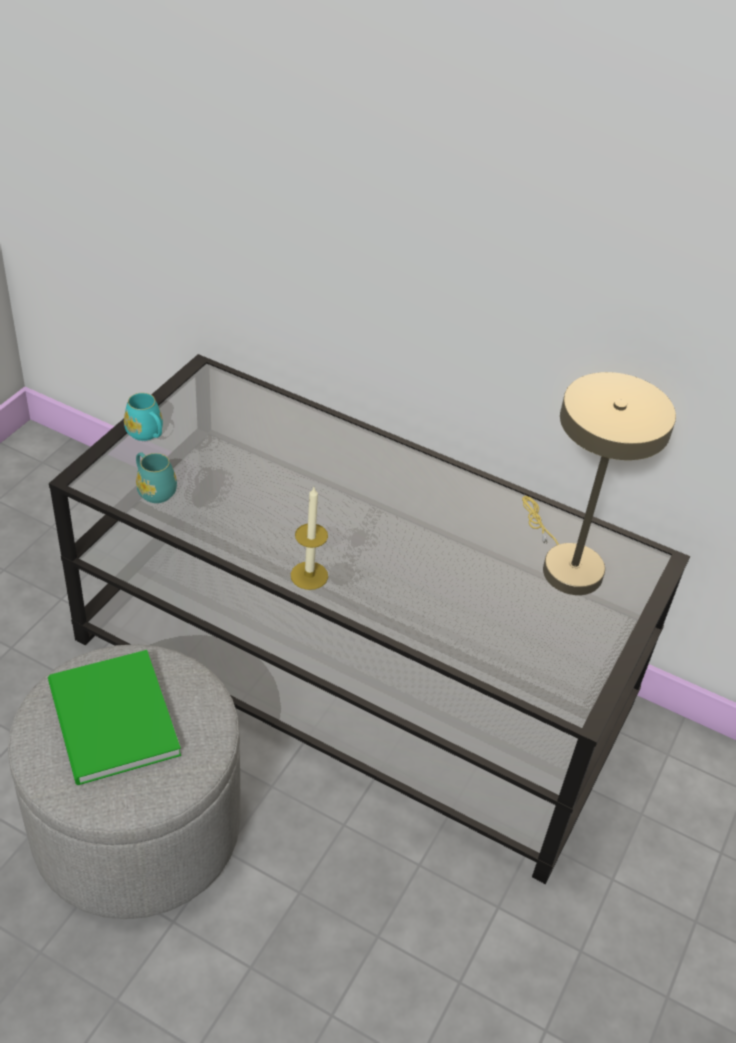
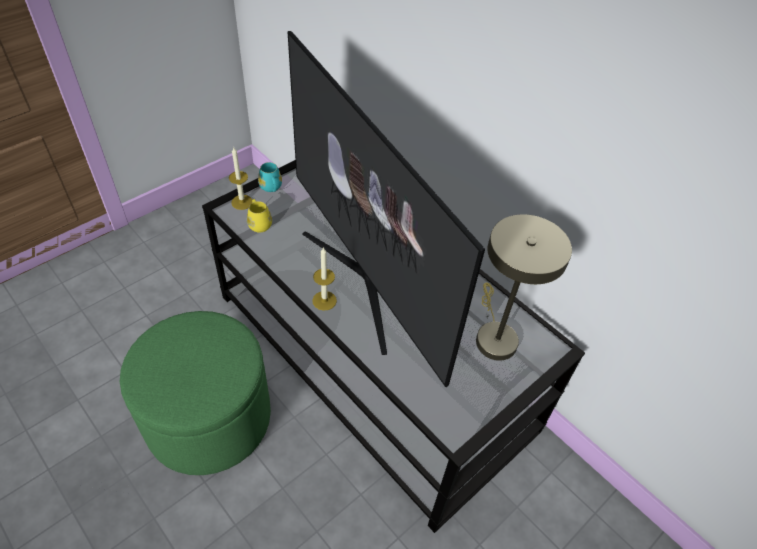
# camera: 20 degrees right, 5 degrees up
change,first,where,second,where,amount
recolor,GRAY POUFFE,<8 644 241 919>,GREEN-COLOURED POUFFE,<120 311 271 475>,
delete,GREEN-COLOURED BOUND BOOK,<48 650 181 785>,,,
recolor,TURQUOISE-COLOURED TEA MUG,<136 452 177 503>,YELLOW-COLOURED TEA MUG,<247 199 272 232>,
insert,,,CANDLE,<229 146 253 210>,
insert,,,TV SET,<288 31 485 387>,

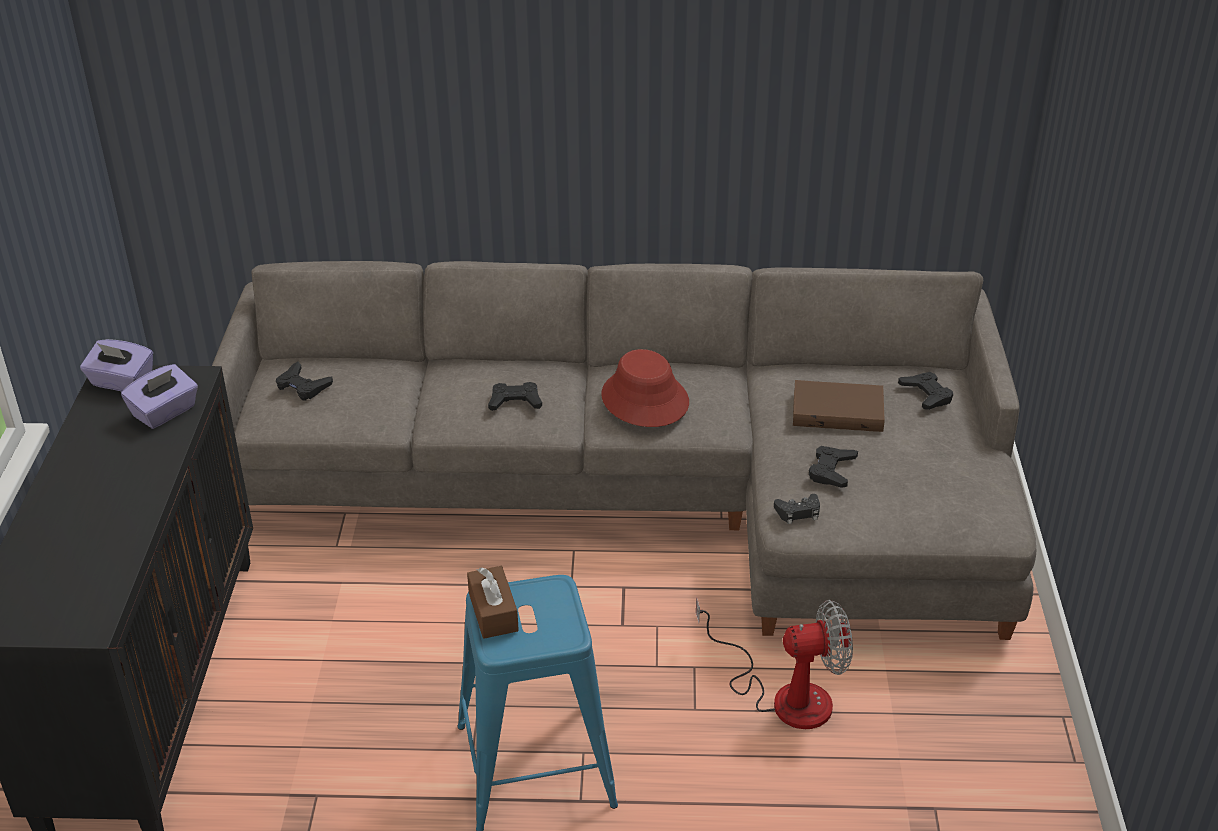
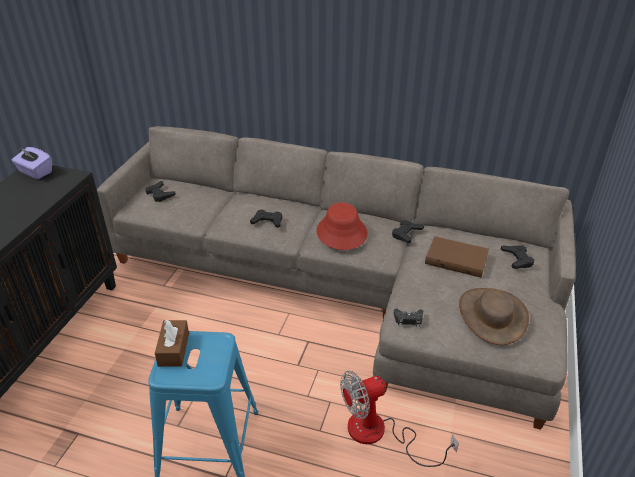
# camera: 15 degrees right, 0 degrees up
change,first,where,second,where,amount
delete,PURPLE TISSUE BOX,<121 364 198 429>,,,
rotate,COOLING FAN,<696 597 853 729>,,<340 371 459 467>,150 degrees clockwise
move,BLACK-COLOURED GAMEPAD,<809 446 858 488>,,<392 220 424 243>,
insert,,,BROWN-COLOURED CLOTHING HAT,<459 288 529 345>,

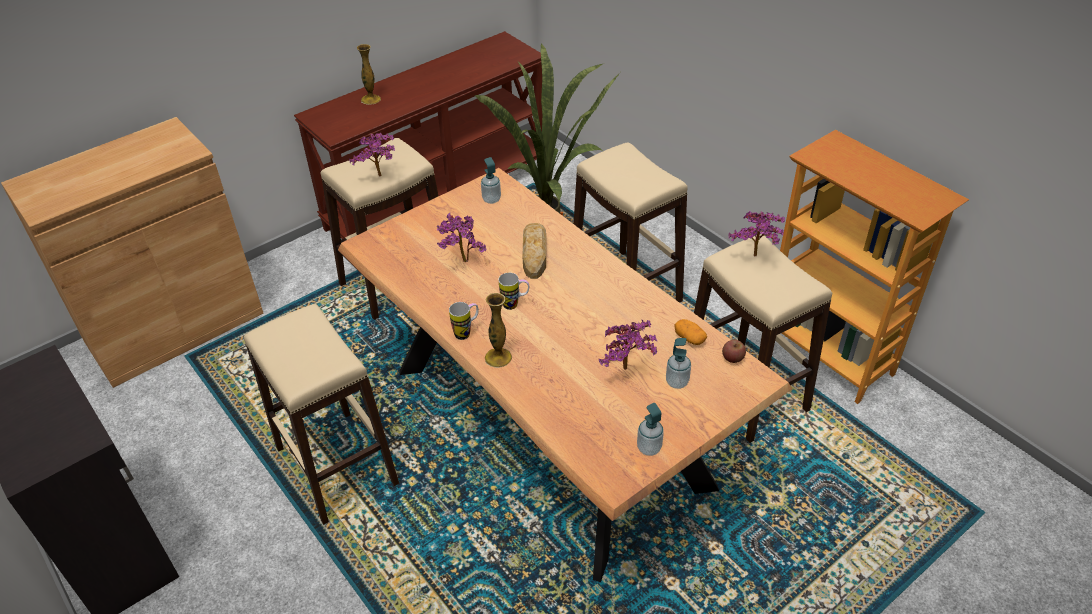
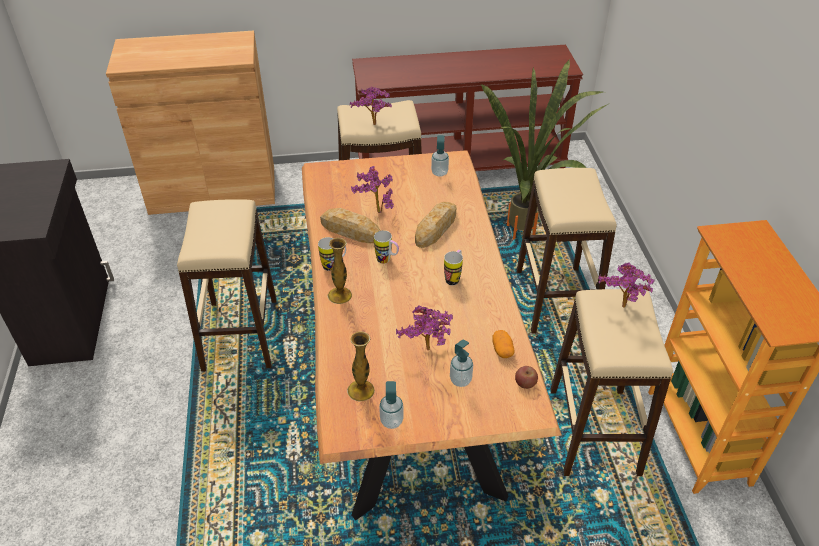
# camera: 30 degrees right, 0 degrees up
change,first,where,second,where,amount
move,DECORATIVE VASE,<357 44 381 105>,,<347 331 375 402>,
insert,,,BAKED BREAD,<320 208 381 243>,
insert,,,TEA MUG,<444 250 463 285>,

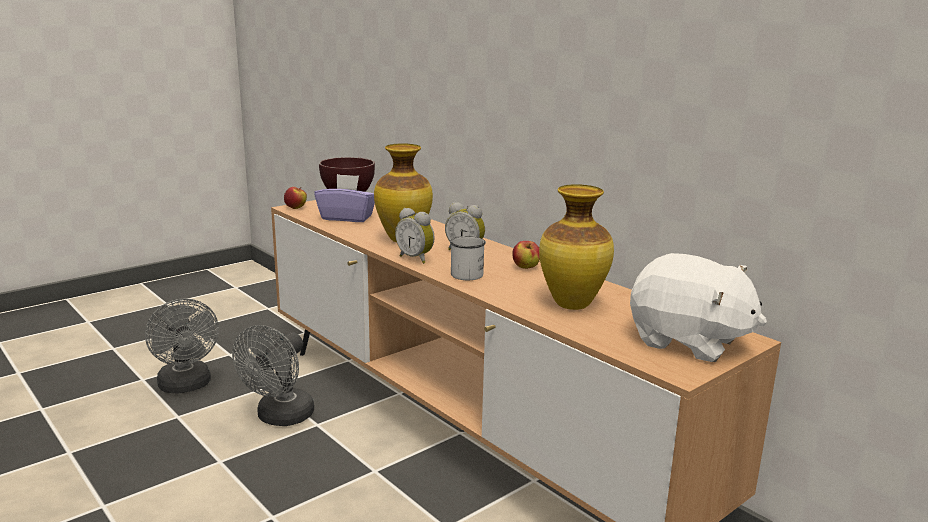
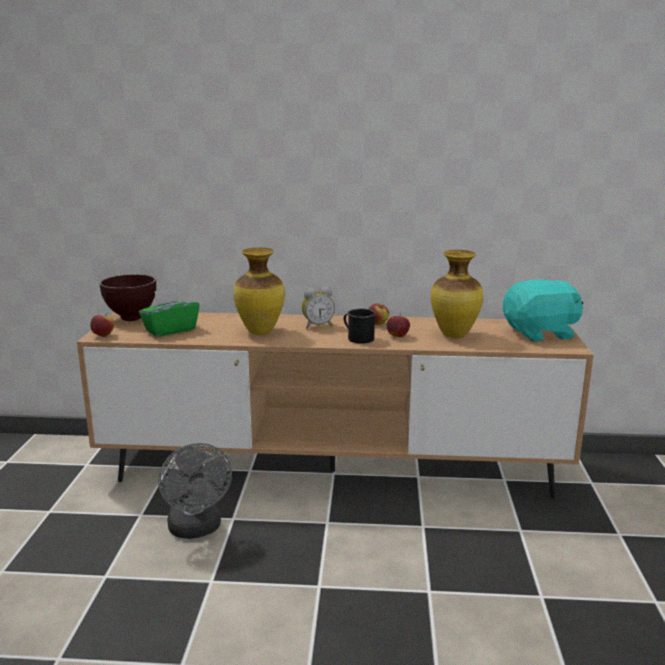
# camera: 45 degrees left, 0 degrees up
change,first,where,second,where,amount
delete,GRAY COOLING FAN,<145 298 219 393>,,,
recolor,PURPLE TISSUE BOX,<314 174 375 222>,GREEN-COLOURED TISSUE BOX,<139 288 200 337>,
delete,TABLE CLOCK,<395 208 435 264>,,,
recolor,WHITISH TEA MUG,<450 236 486 280>,BLACK-COLOURED TEA MUG,<344 308 376 344>,
recolor,WHITISH CUDDLY TOY,<630 253 767 362>,TURQUOISE-COLOURED CUDDLY TOY,<503 279 583 342>,
insert,,,WHOLE APPLE,<387 314 410 337>,

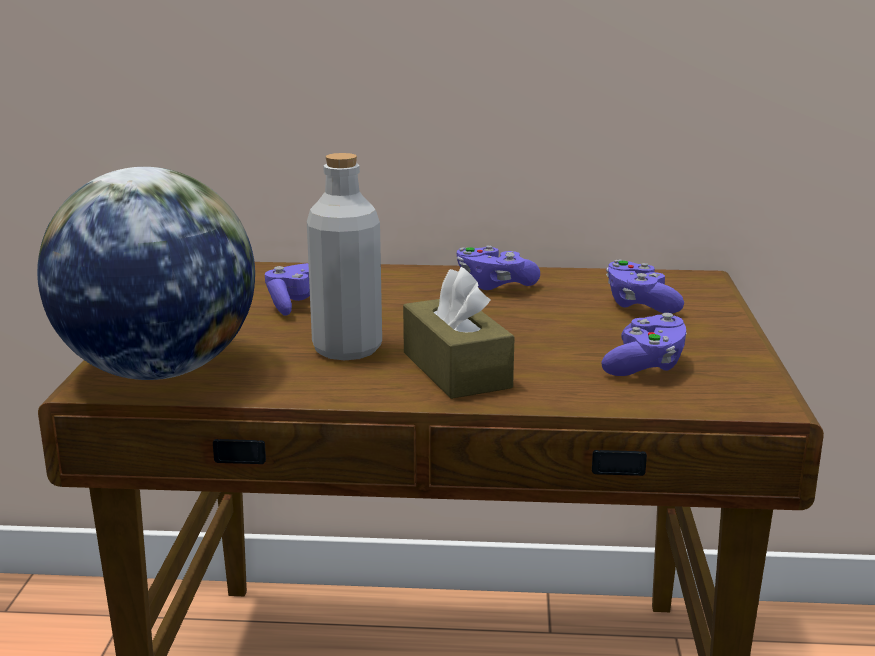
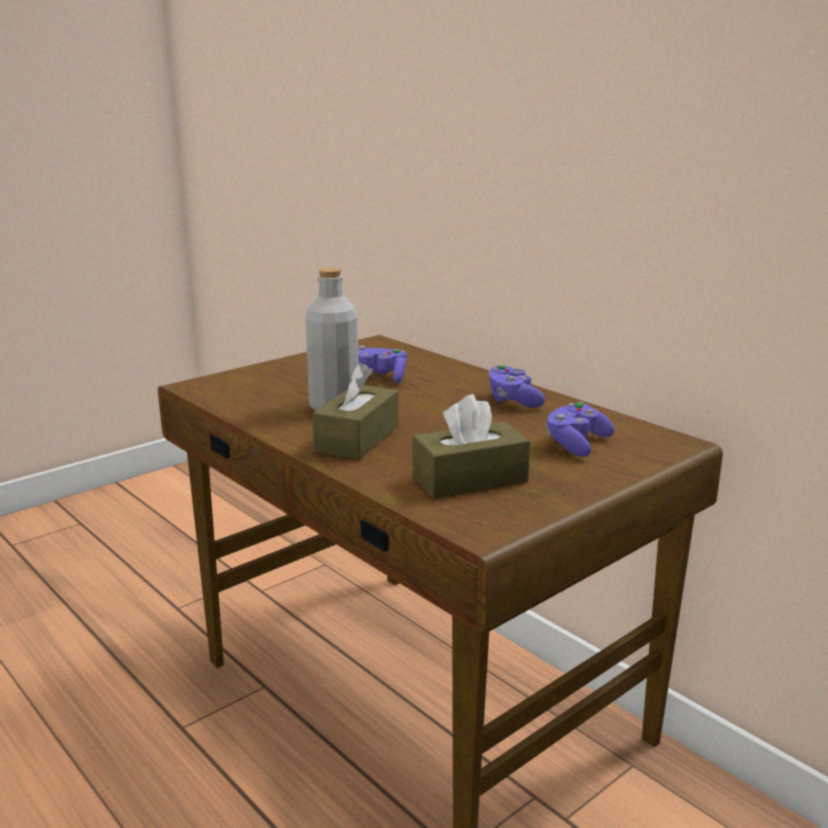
# camera: 45 degrees right, 0 degrees up
change,first,where,second,where,amount
delete,DESK GLOBE,<37 167 255 380>,,,
replace,PURPLE GAMEPAD,<602 313 687 376>,BROWN-COLOURED TISSUE BOX,<413 394 530 499>,

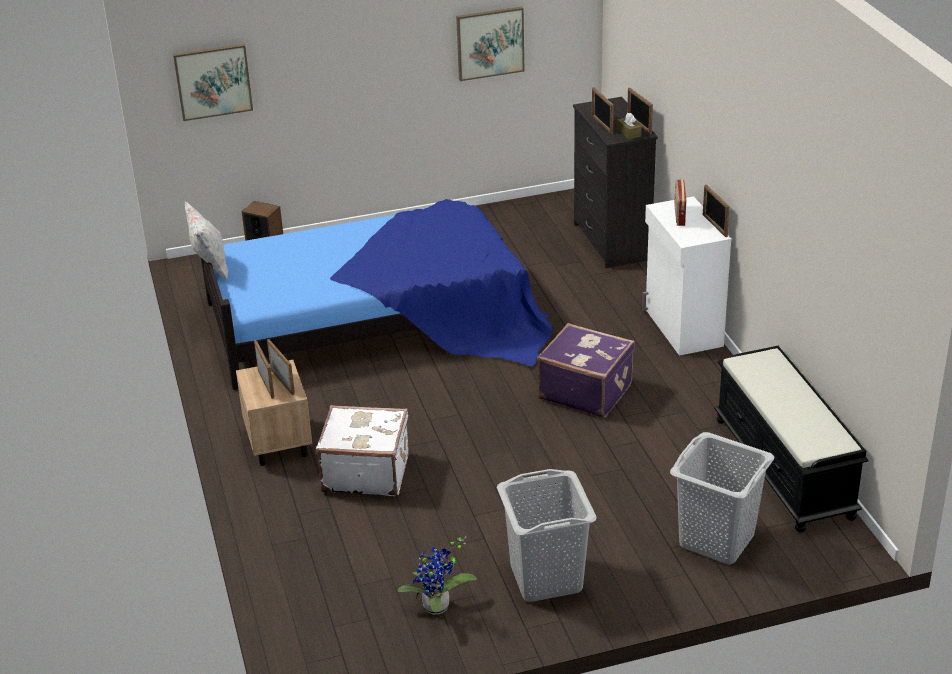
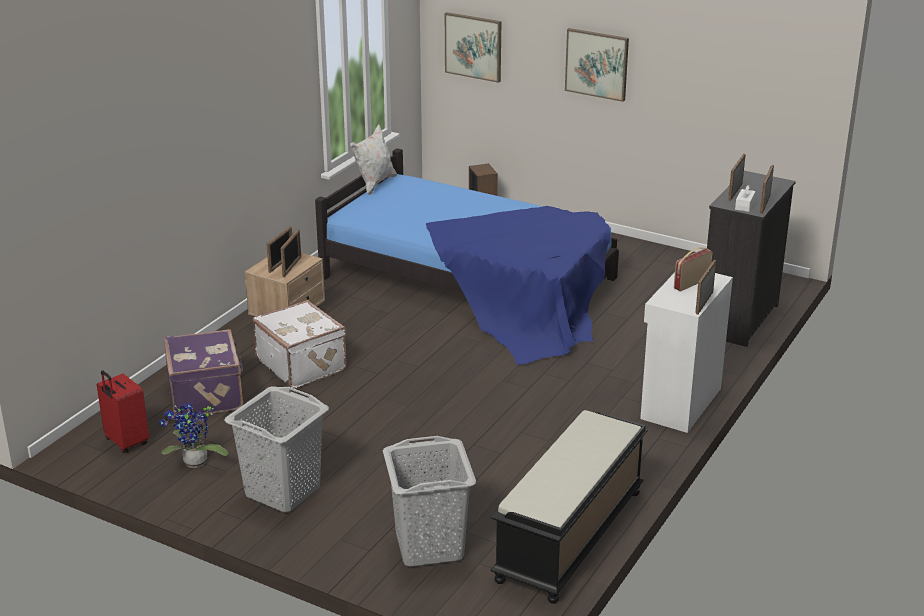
# camera: 45 degrees right, 5 degrees down
change,first,where,second,where,amount
move,WALL PICTURE,<456 6 524 81>,,<565 28 629 102>,
move,PURPLE PIECE OF LUGGAGE,<537 323 635 418>,,<164 329 243 416>,
recolor,BROWN-COLOURED TISSUE BOX,<617 113 642 140>,WHITISH TISSUE BOX,<735 185 756 212>,
insert,,,REDDISH PIECE OF LUGGAGE,<97 370 149 453>,

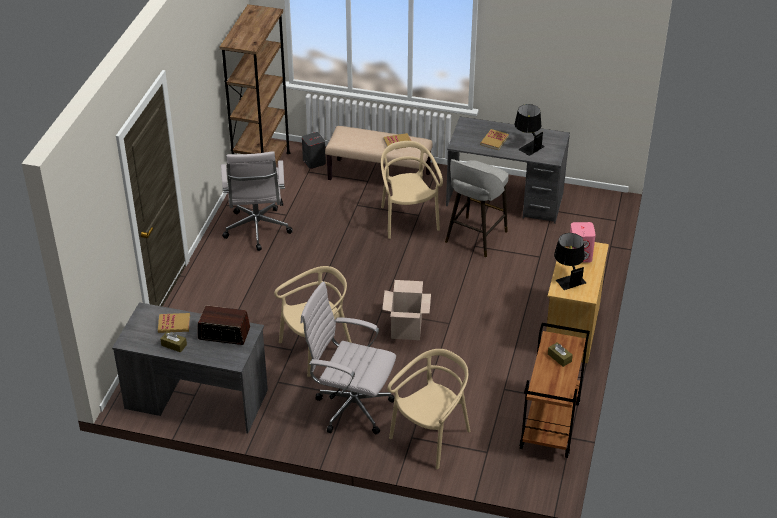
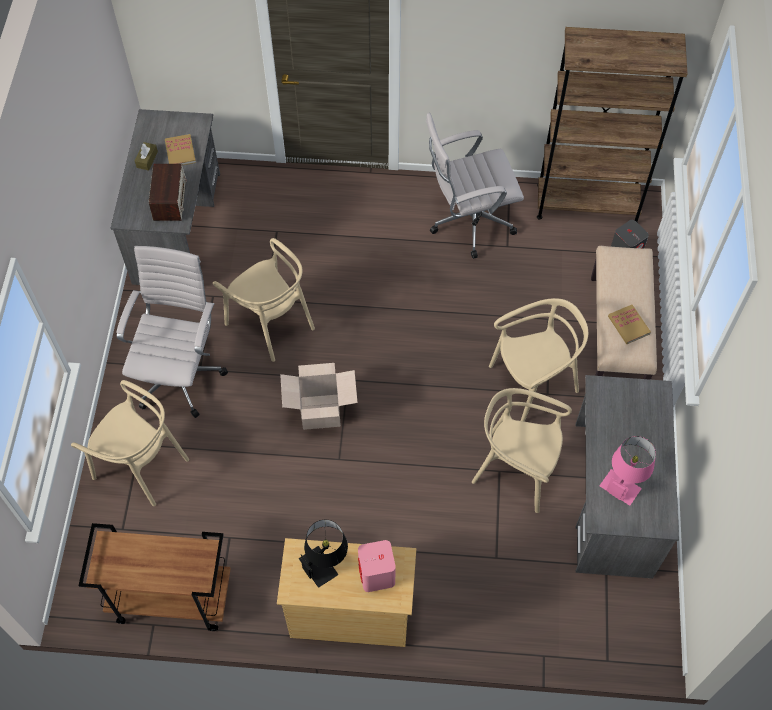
# camera: 80 degrees right, 20 degrees up
change,first,where,second,where,amount
replace,GRAY STOOL,<445 159 509 257>,BEIGE CHAIR,<472 388 572 513>,
delete,BOUND BOOK,<480 129 509 150>,,,
recolor,BLACK-COLOURED TABLE LAMP,<514 104 545 156>,PINK TABLE LAMP,<600 436 656 506>,
delete,BROWN-COLOURED TISSUE BOX,<548 342 573 367>,,,

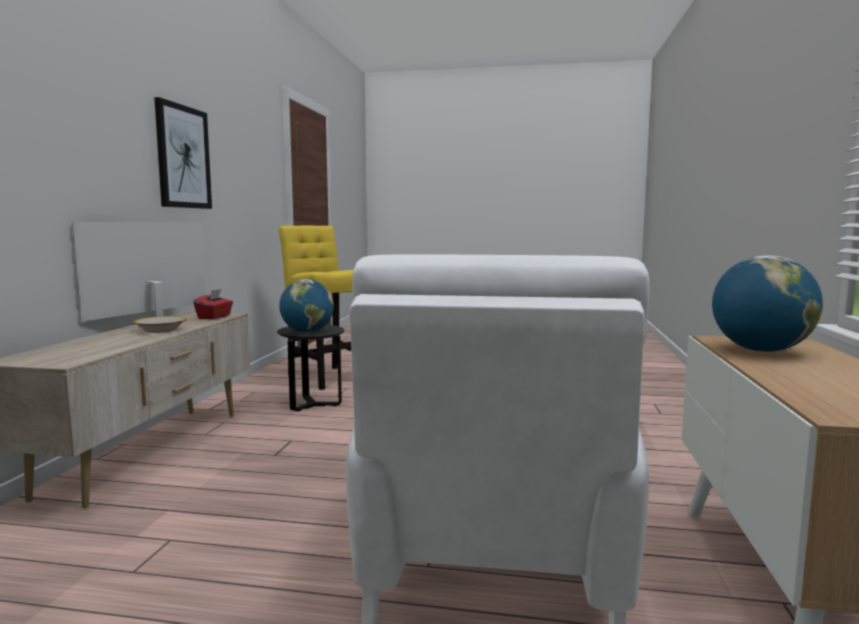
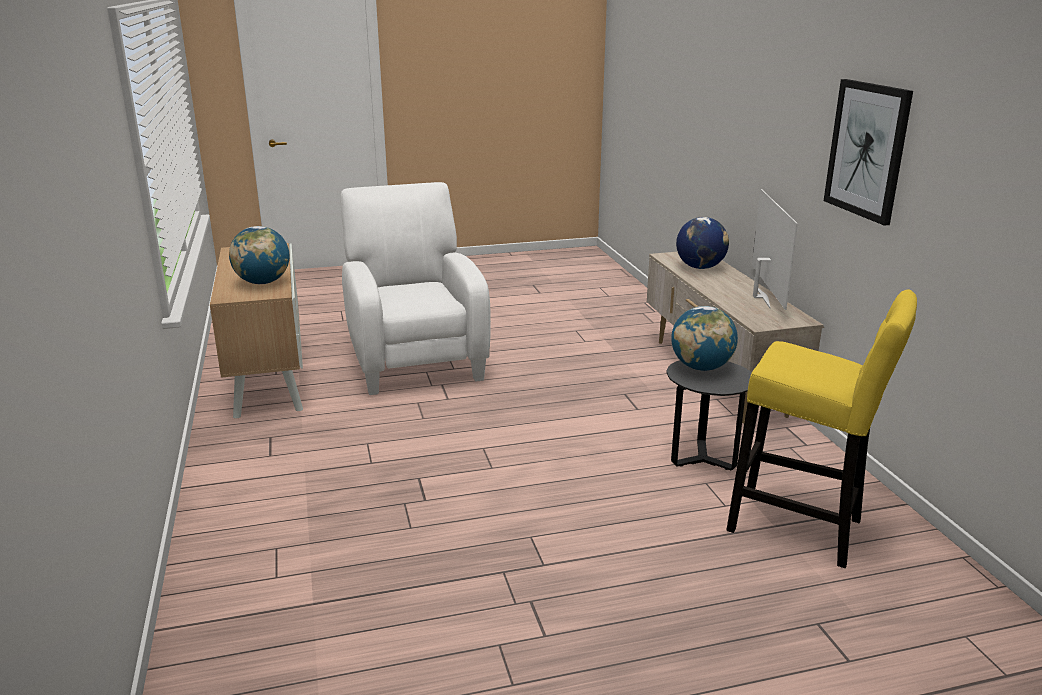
# camera: 155 degrees right, 15 degrees up
change,first,where,second,where,amount
delete,BOWL,<133 316 187 333>,,,
delete,REDDISH TISSUE BOX,<193 289 233 319>,,,
insert,,,DESK GLOBE,<676 217 729 269>,

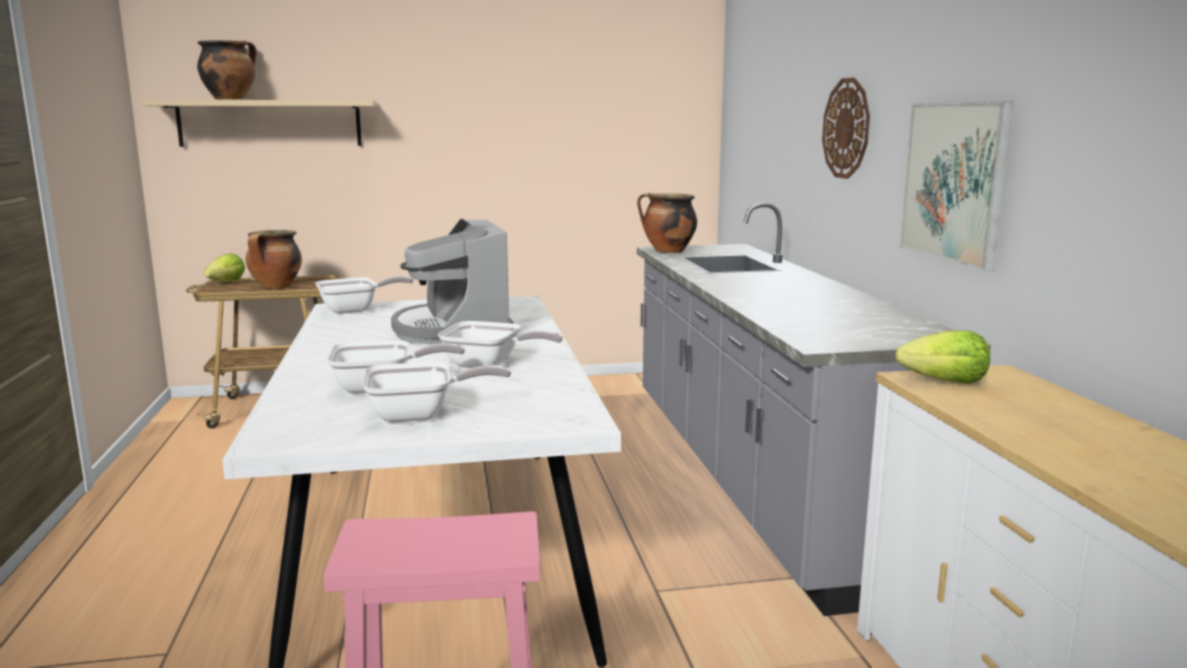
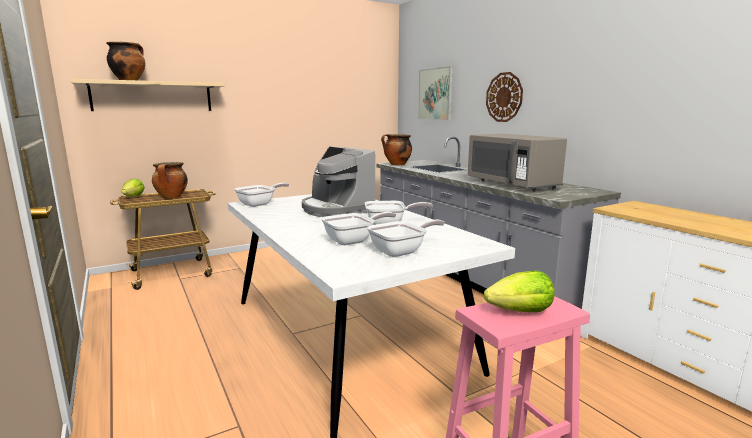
# camera: 20 degrees left, 0 degrees up
change,first,where,second,where,amount
move,LETTUCE,<895 330 990 384>,,<484 271 555 312>,
move,WALL PICTURE,<899 101 1013 271>,,<418 66 453 121>,
insert,,,GRAY KITCHEN MICROWAVE,<468 134 567 192>,

